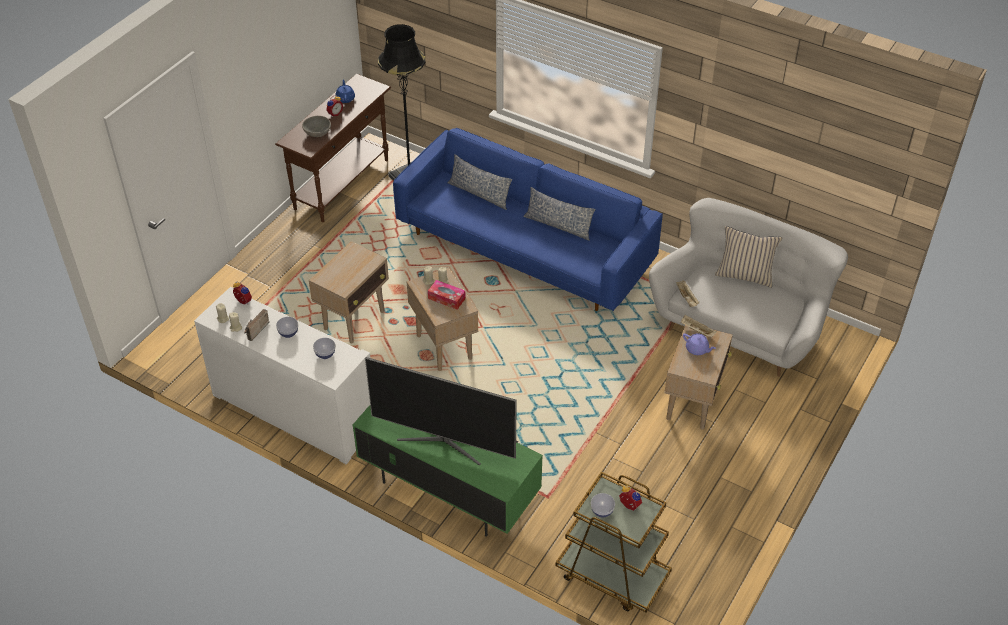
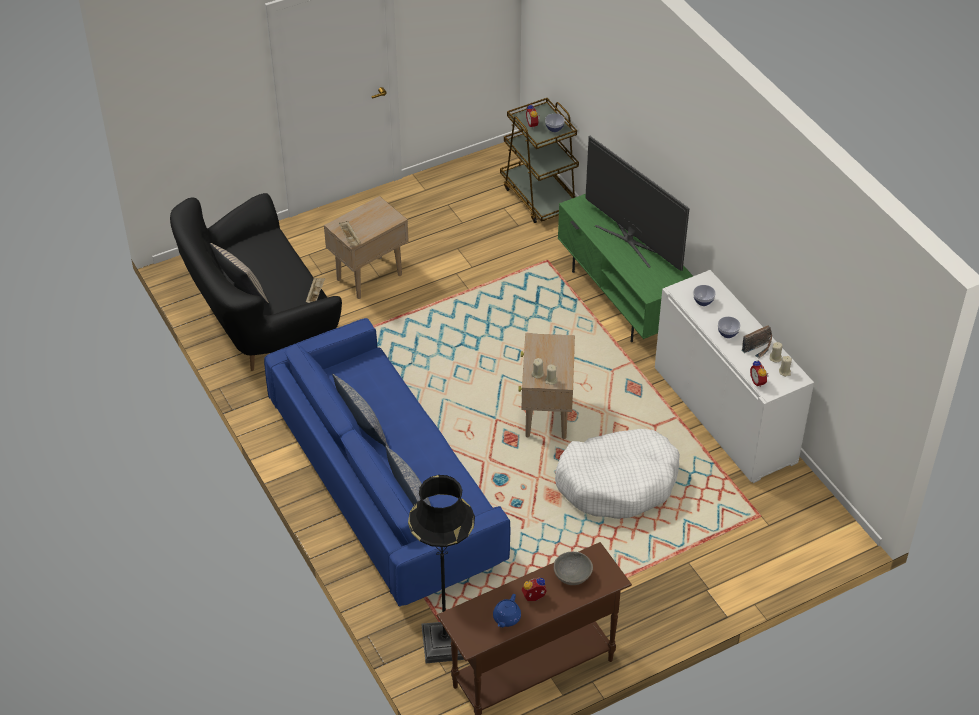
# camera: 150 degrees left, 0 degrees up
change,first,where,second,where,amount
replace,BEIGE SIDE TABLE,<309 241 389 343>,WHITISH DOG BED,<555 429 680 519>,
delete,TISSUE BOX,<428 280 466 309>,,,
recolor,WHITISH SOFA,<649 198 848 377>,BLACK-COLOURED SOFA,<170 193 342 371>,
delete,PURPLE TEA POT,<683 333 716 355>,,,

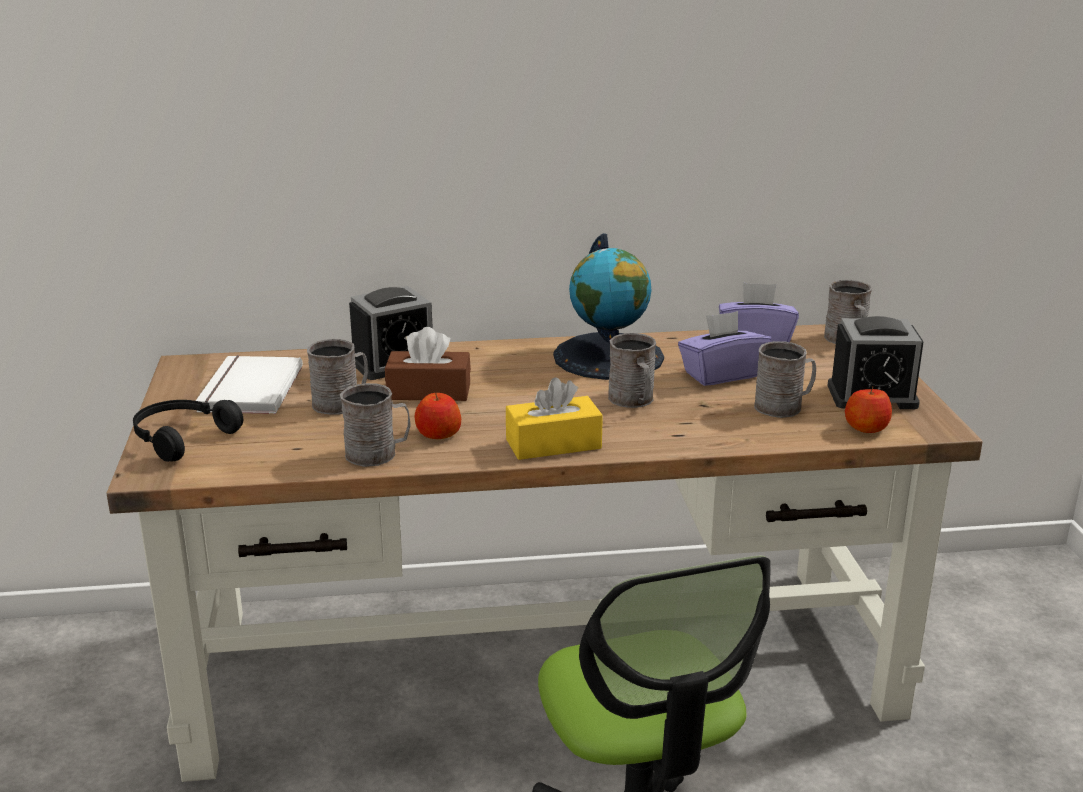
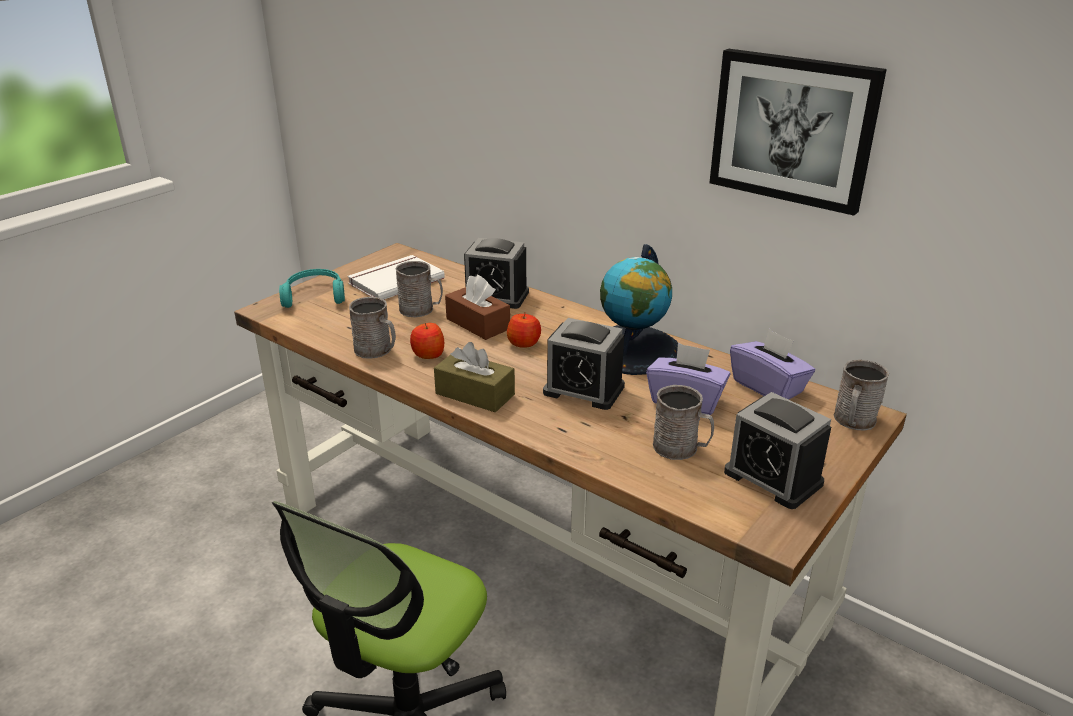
# camera: 45 degrees right, 5 degrees up
change,first,where,second,where,amount
recolor,BLACK-COLOURED HEADSET,<133 400 243 462>,TURQUOISE-COLOURED HEADSET,<279 269 345 308>,
recolor,YELLOW-COLOURED TISSUE BOX,<506 377 603 460>,BROWN-COLOURED TISSUE BOX,<434 342 515 412>,
replace,GRAY TEA MUG,<608 333 656 408>,TABLE CLOCK,<543 318 625 410>,
move,WHOLE APPLE,<845 386 892 433>,,<507 314 541 348>,
insert,,,WALL PICTURE,<709 49 887 216>,

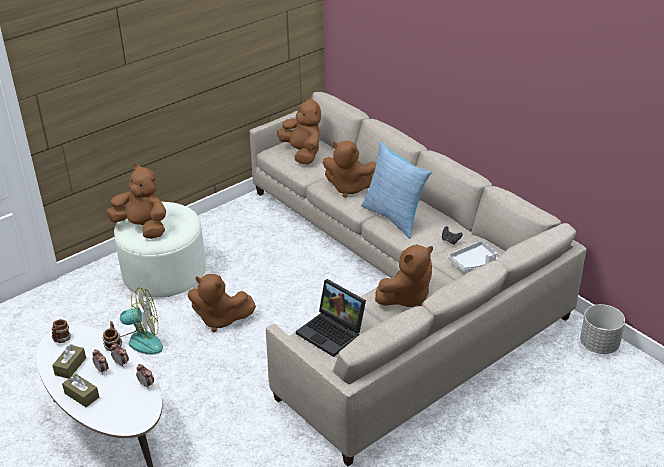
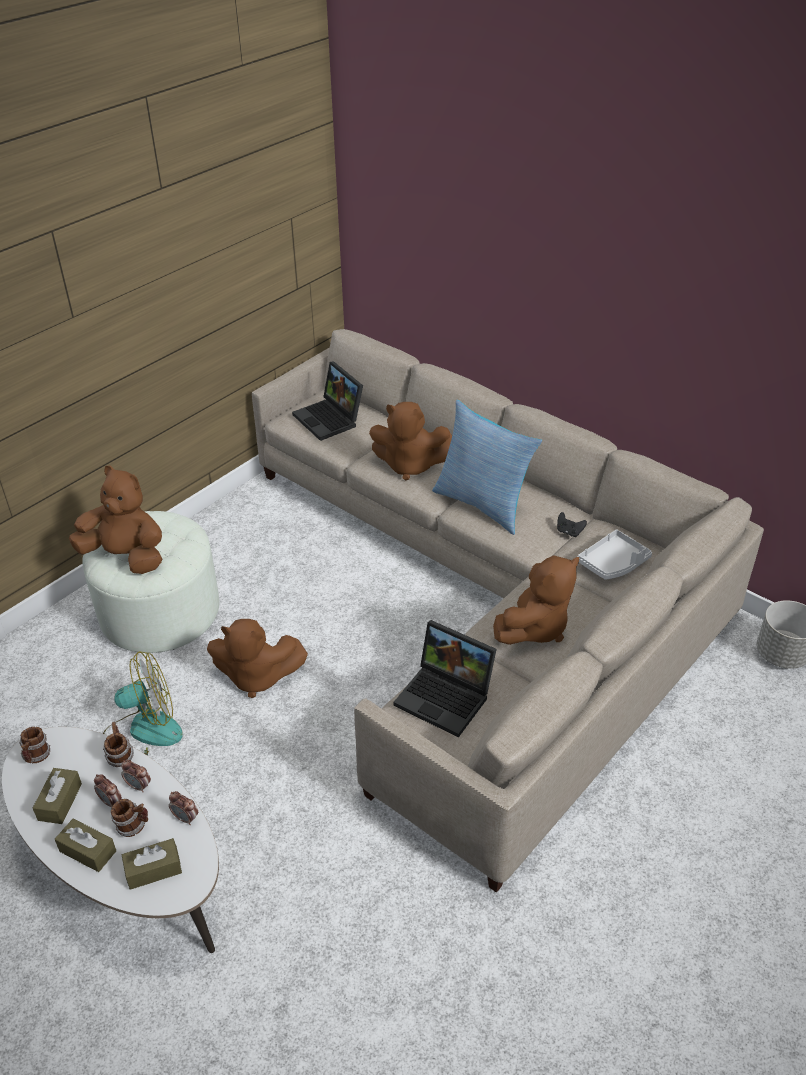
# camera: 10 degrees left, 5 degrees up
change,first,where,second,where,amount
replace,BROWN-COLOURED CUDDLY TOY,<277 96 321 164>,NOTEBOOK COMPUTER,<292 361 363 441>,
insert,,,TEA MUG,<111 799 148 837>,
insert,,,BROWN-COLOURED TISSUE BOX,<122 838 182 890>,

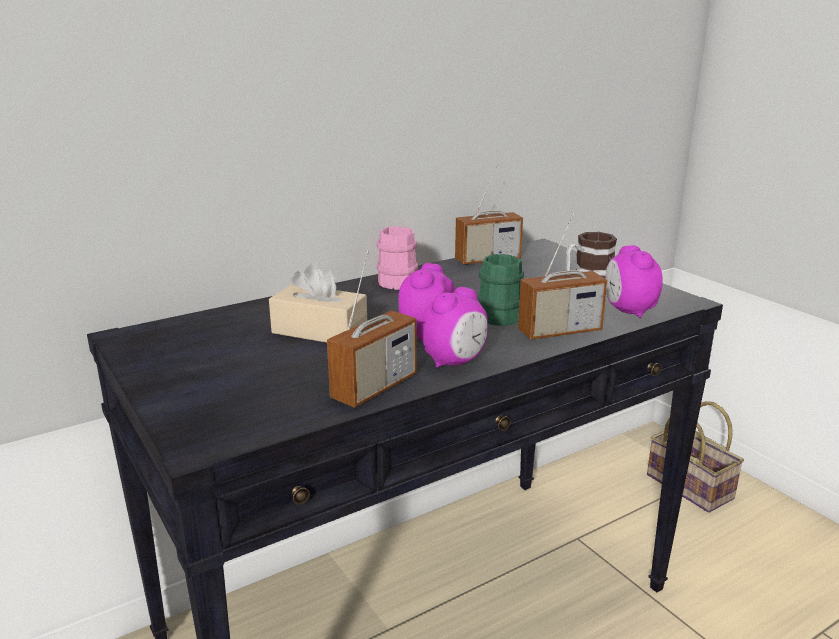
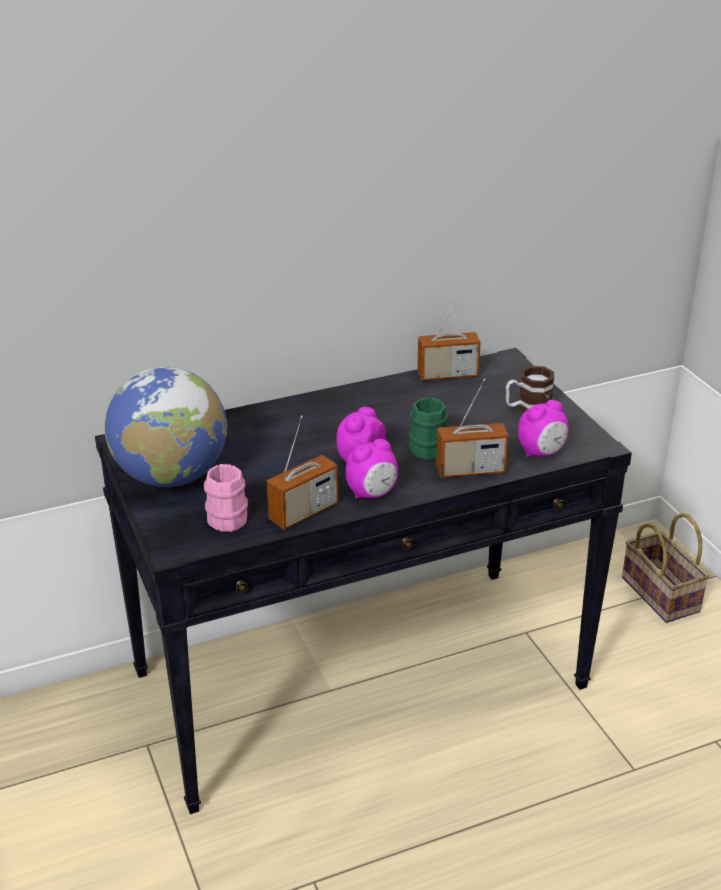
# camera: 10 degrees right, 10 degrees up
change,first,where,second,where,amount
delete,BEIGE TISSUE BOX,<269 263 367 343>,,,
move,PINK TEA MUG,<377 227 418 290>,,<204 464 248 532>,
rotate,TABLE CLOCK,<605 245 663 318>,,<518 400 569 457>,120 degrees counterclockwise
insert,,,DESK GLOBE,<105 367 227 487>,

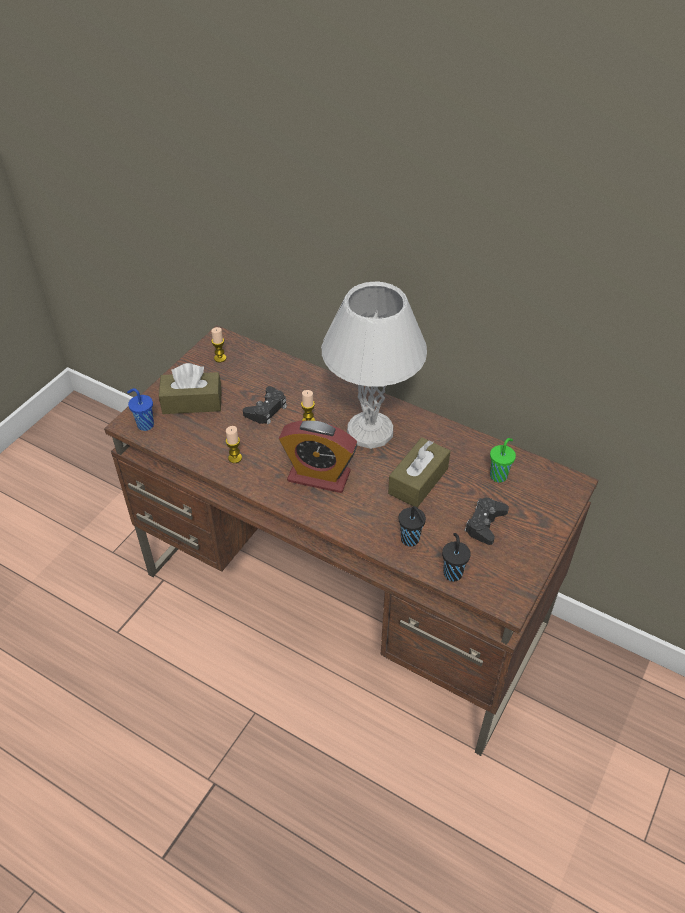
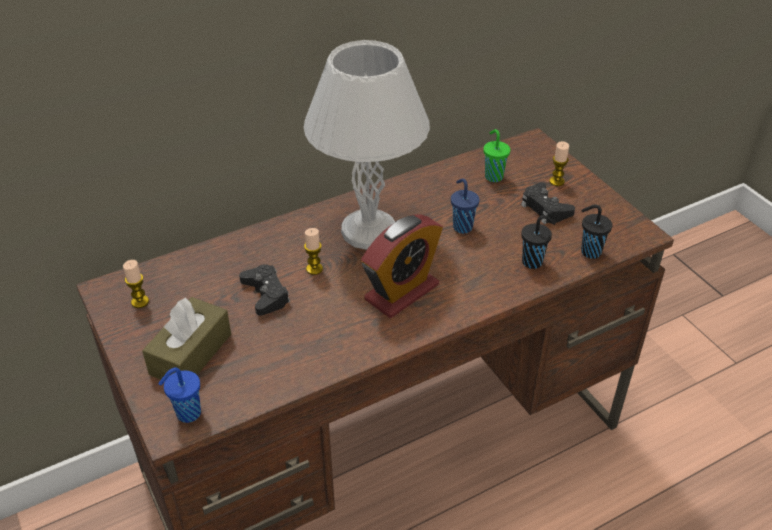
# camera: 60 degrees left, 5 degrees down
change,first,where,second,where,amount
move,CANDLE,<226 426 242 463>,,<549 141 569 186>,
replace,BROWN-COLOURED TISSUE BOX,<388 437 450 508>,BLUISH DRINKING CUP,<451 178 479 234>,

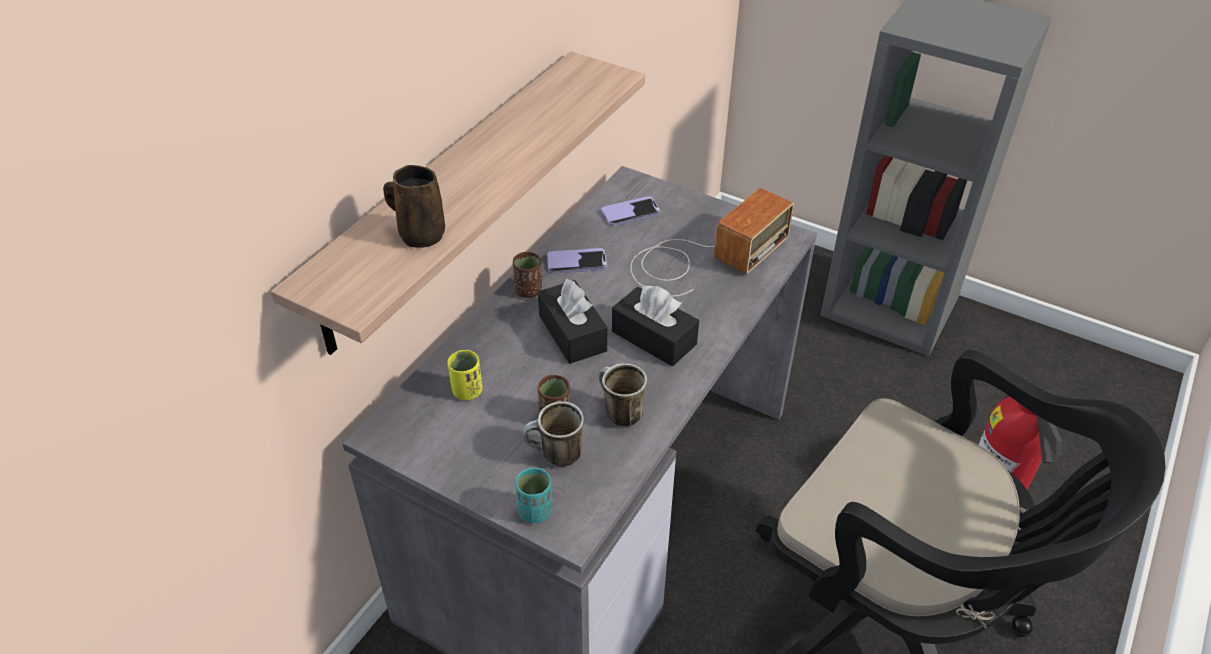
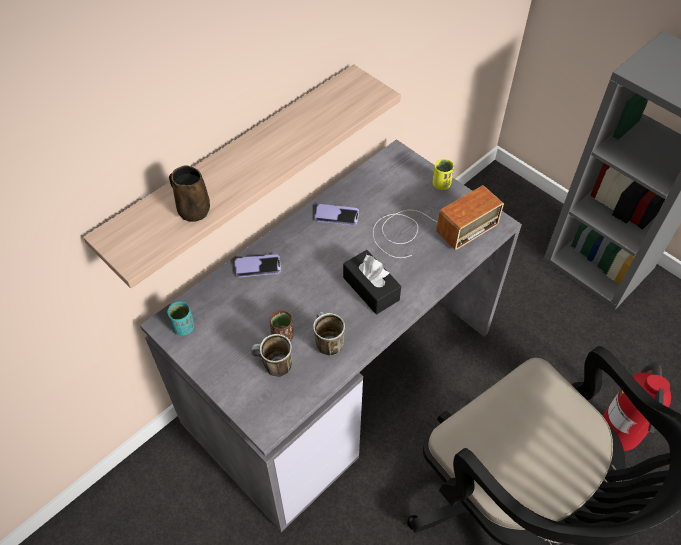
# camera: 15 degrees right, 10 degrees up
change,first,where,second,where,amount
move,YELLOW-COLOURED DRINKING CUP,<447 350 483 400>,,<433 159 454 190>,
delete,BROWN-COLOURED DRINKING CUP,<513 252 542 298>,,,
move,TURQUOISE-COLOURED DRINKING CUP,<516 468 552 523>,,<167 301 194 336>,
delete,BLACK-COLOURED TISSUE BOX,<538 278 607 364>,,,
move,PHONE,<602 196 660 226>,,<235 254 281 278>,

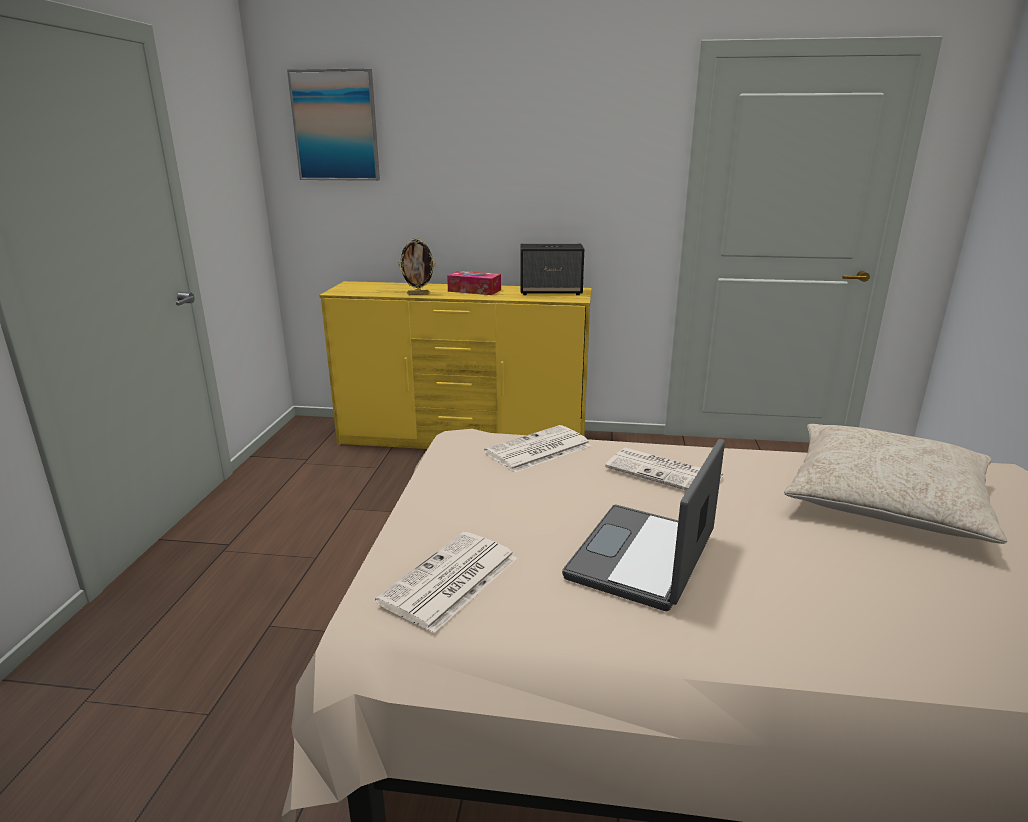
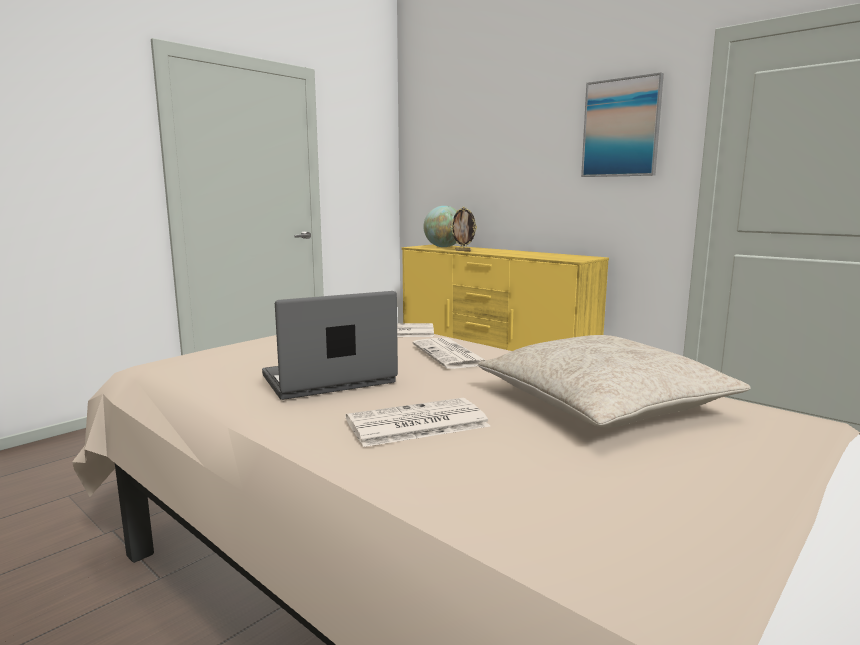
# camera: 35 degrees right, 10 degrees down
change,first,where,second,where,amount
move,WALL PICTURE,<287 69 380 181>,,<581 72 664 177>,
move,DAILY PAPER,<375 532 517 633>,,<345 398 490 447>,
delete,TISSUE BOX,<447 271 501 295>,,,
delete,LOUDSPEAKER,<521 243 584 295>,,,
insert,,,DESK GLOBE,<423 206 457 247>,

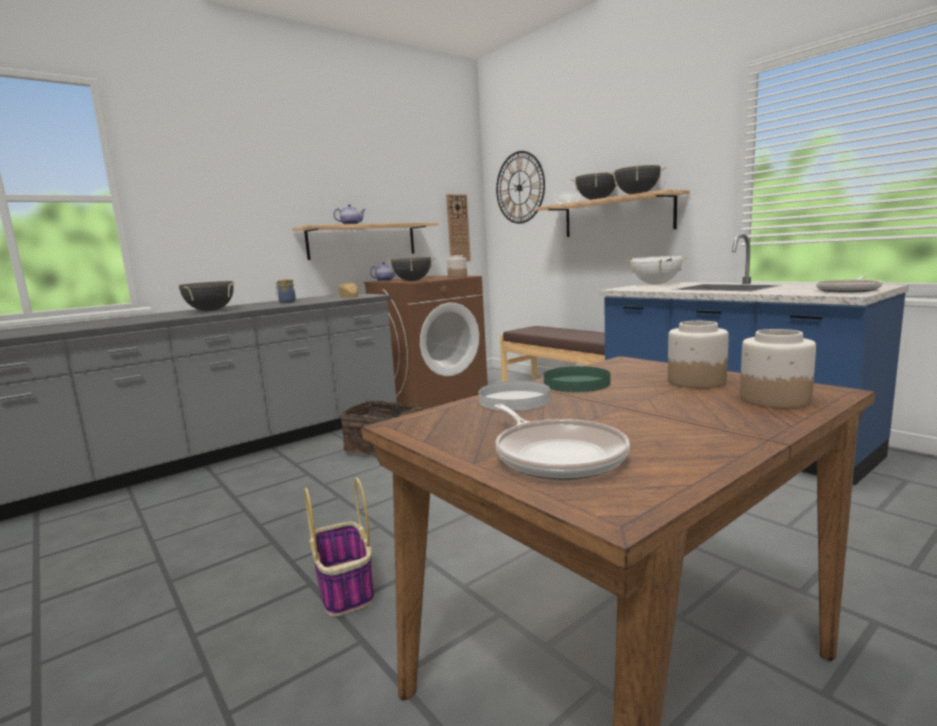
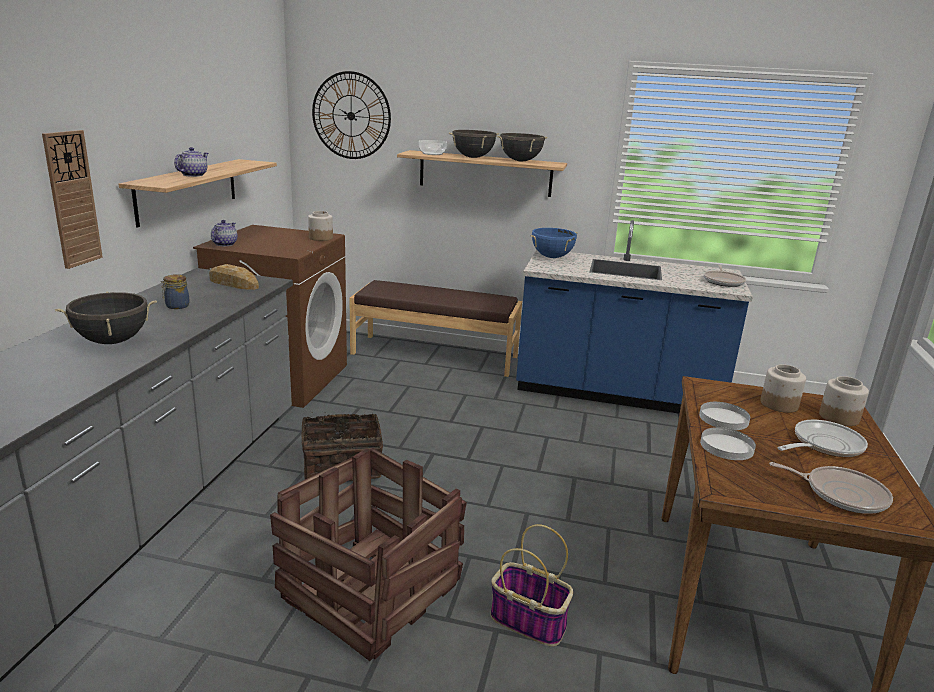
# camera: 40 degrees left, 10 degrees up
change,first,where,second,where,amount
delete,BLACK-COLOURED COOKING POT,<386 257 436 281>,,,
move,HANGING CLOCK,<446 194 471 262>,,<42 130 103 269>,
recolor,GREEN-COLOURED PLATE,<544 366 610 392>,WHITISH PLATE,<699 402 750 430>,
recolor,WHITISH COOKING POT,<626 256 688 285>,BLUISH COOKING POT,<531 228 577 258>,
insert,,,SHIPPING CRATE,<270 448 467 661>,
insert,,,SKILLET,<777 420 868 457>,

